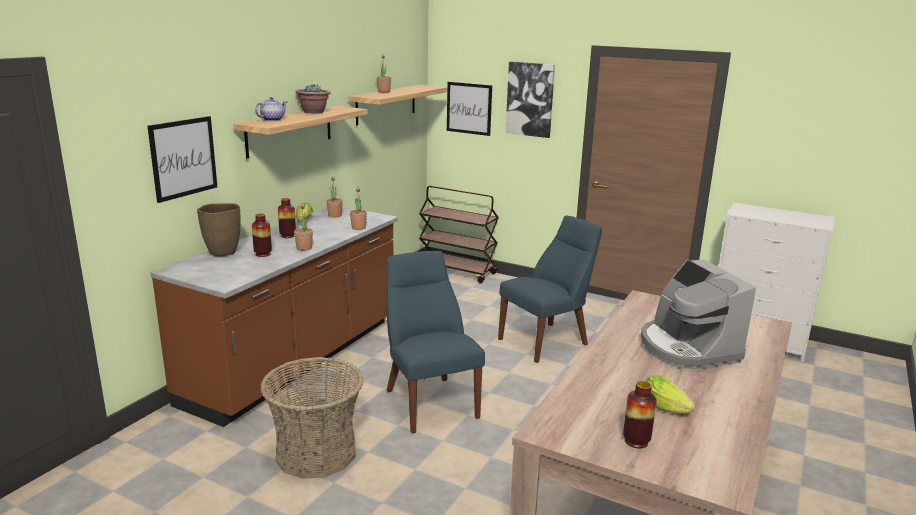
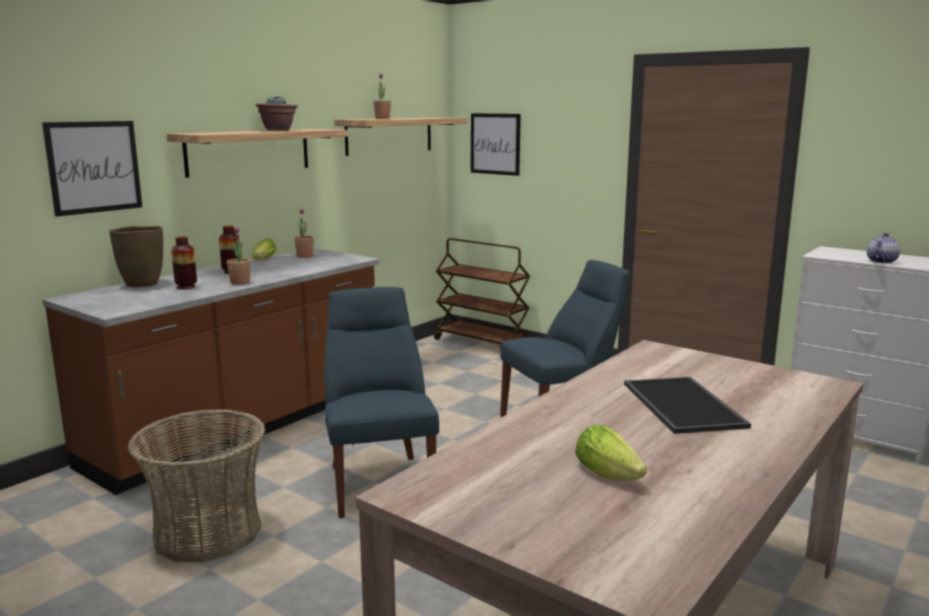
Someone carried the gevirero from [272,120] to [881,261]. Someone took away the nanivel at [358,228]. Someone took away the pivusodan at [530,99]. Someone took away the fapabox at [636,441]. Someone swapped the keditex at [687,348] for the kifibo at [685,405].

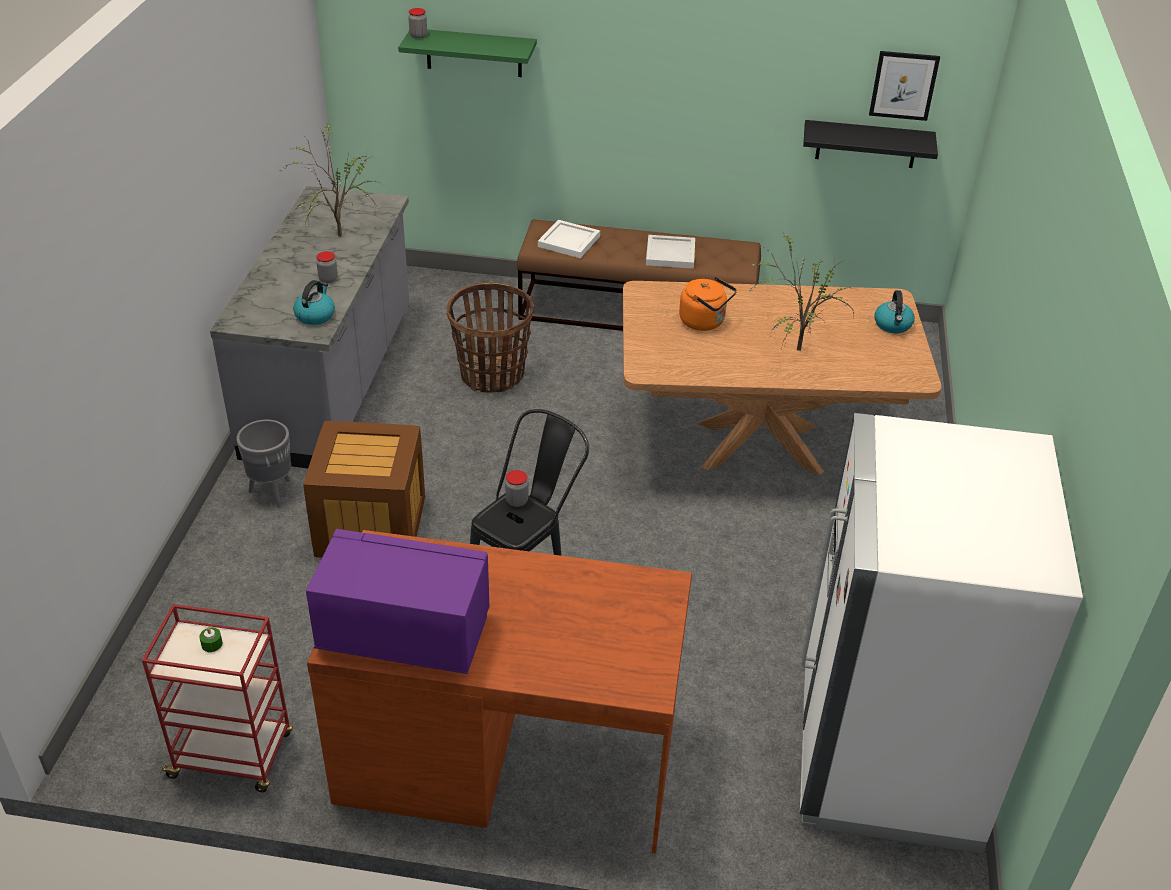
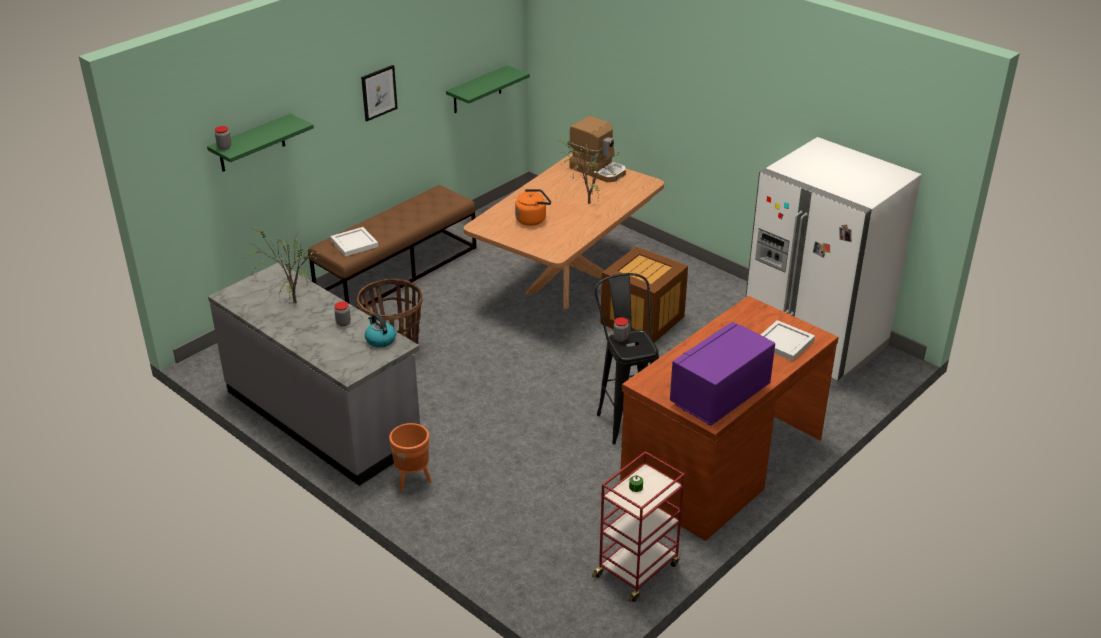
Someone repainted the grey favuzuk at [272,494], which became the orange favuzuk at [413,481]. Someone carried the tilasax from [371,527] to [642,320]. Someone carried the white kifibo from [669,253] to [783,342]. Someone repainted the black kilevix at [866,144], which became the green kilevix at [477,90]. Someone carried the pivusodan from [903,85] to [379,92]. Someone swapped the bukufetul at [893,325] for the keditex at [598,169].

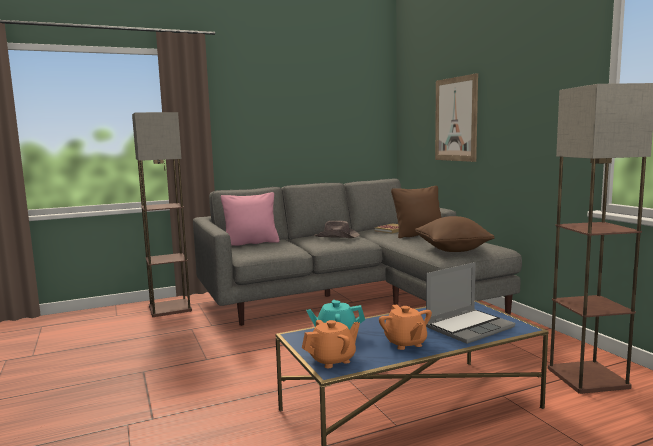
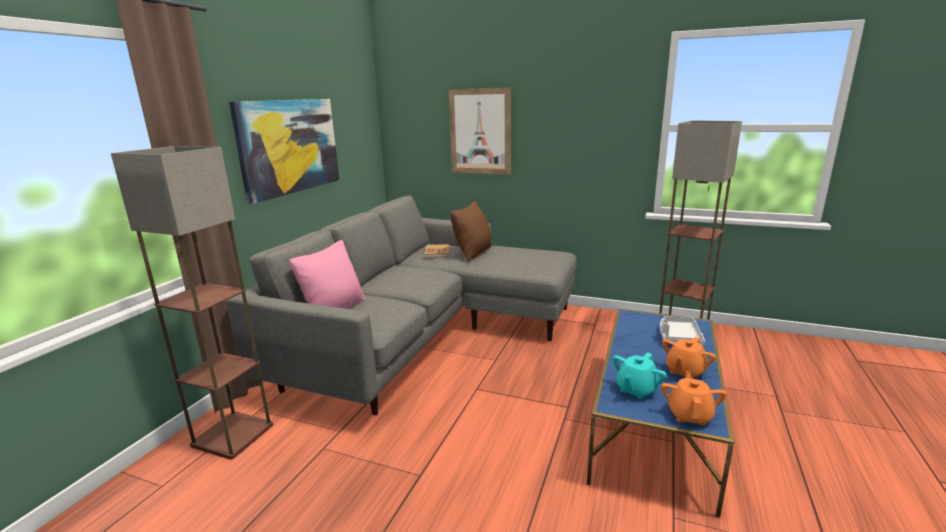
Someone took away the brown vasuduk at [337,236]. Someone rotated the orange gevirero at [405,343] by 105 degrees clockwise. Someone took away the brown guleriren at [452,250]. Someone swapped the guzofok at [469,327] for the grey kifibo at [678,337]. Someone put up the pivusodan at [290,146].

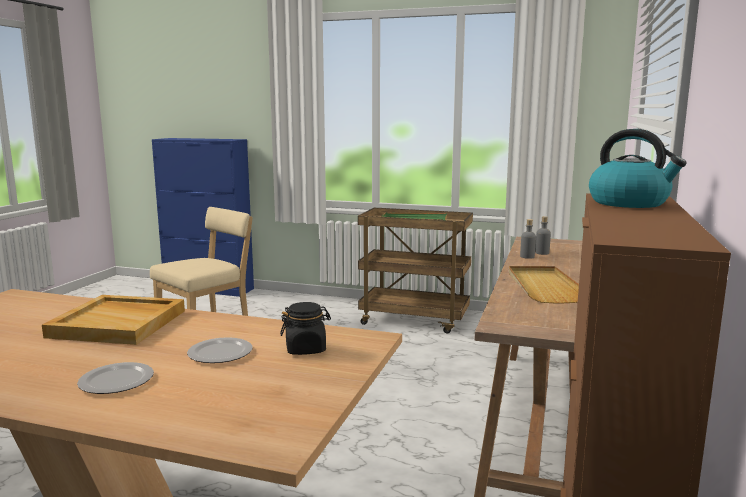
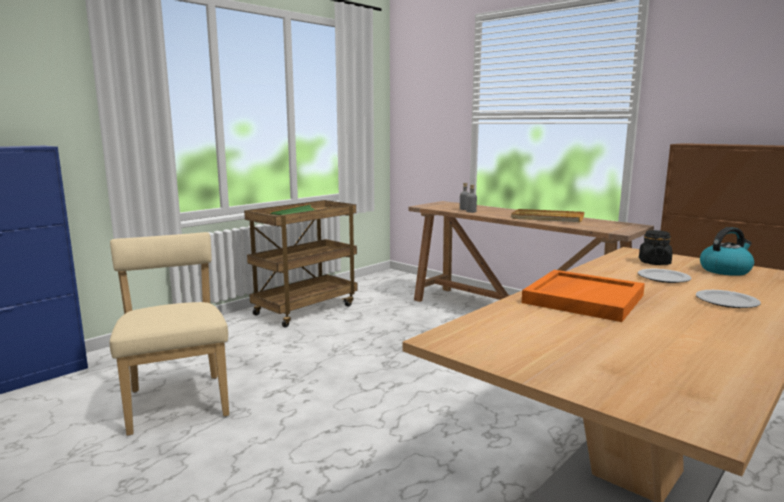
Someone repainted the beige kifibo at [119,323], which became the orange kifibo at [583,298]. Someone carried the bukufetul from [629,203] to [725,270].

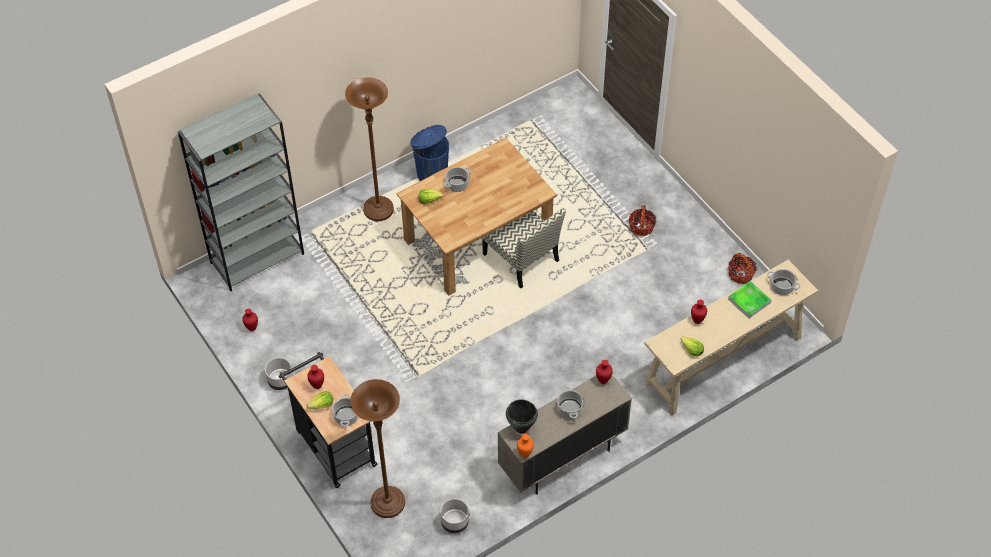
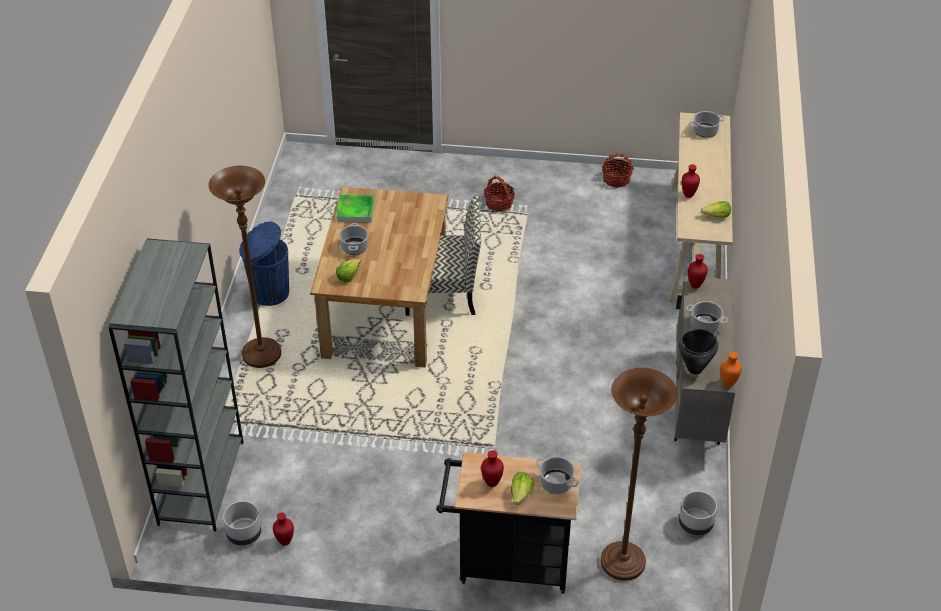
Someone carried the grey favuzuk from [280,381] to [244,535]. Someone carried the kifibo from [749,301] to [355,211].

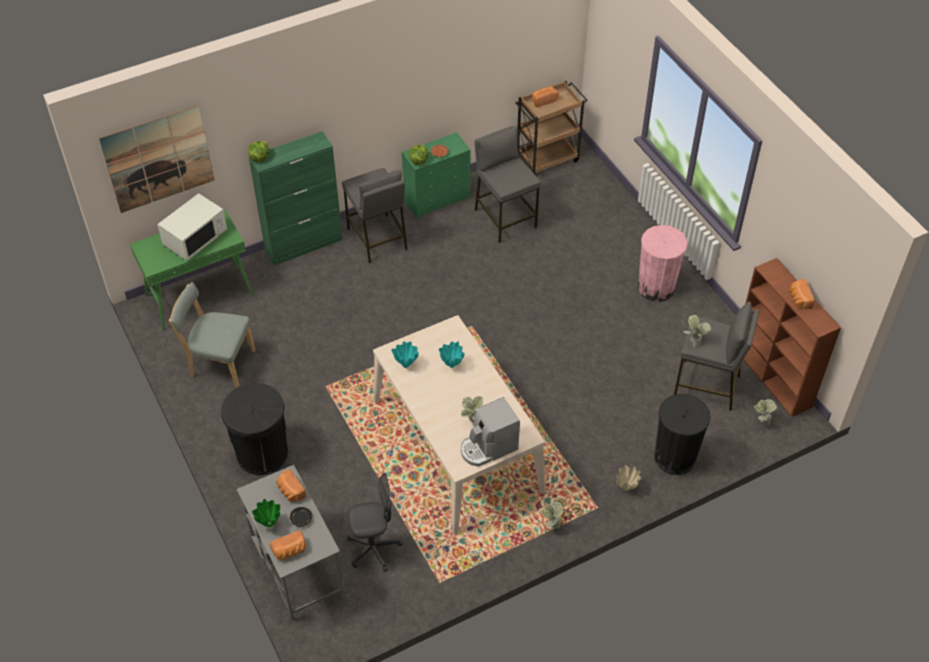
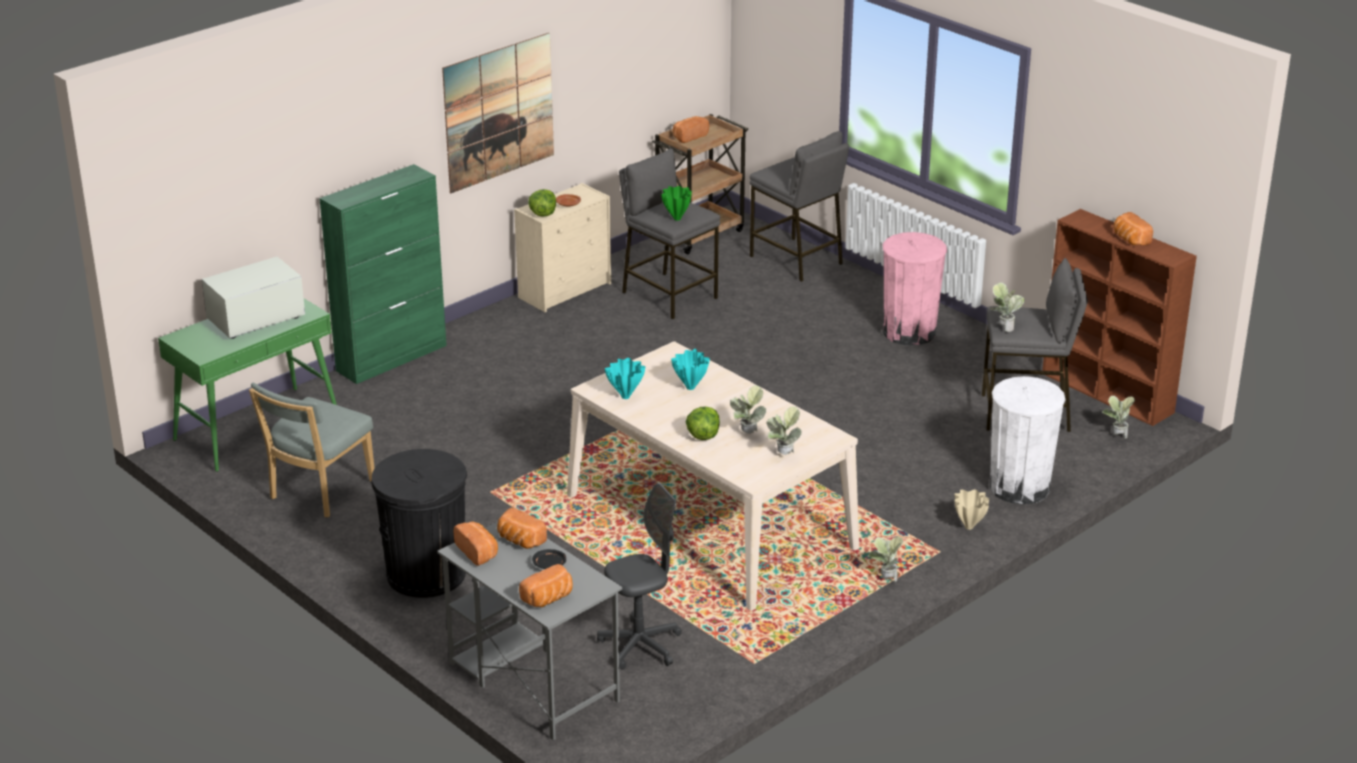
Someone carried the pivusodan from [158,159] to [498,112]. Someone rotated the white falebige at [195,238] by 150 degrees counterclockwise. Someone rotated the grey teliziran at [219,363] by 60 degrees counterclockwise. Someone carried the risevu from [259,157] to [703,435]. Someone carried the green fapabox from [269,524] to [677,218]. Someone carried the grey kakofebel from [377,239] to [796,260]. Someone repainted the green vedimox at [438,200], which became the beige vedimox at [565,290]. Someone swapped the keditex at [488,447] for the nanivel at [782,456]. Someone repainted the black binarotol at [675,458], which became the white binarotol at [1019,487]. Someone put down the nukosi at [478,552].

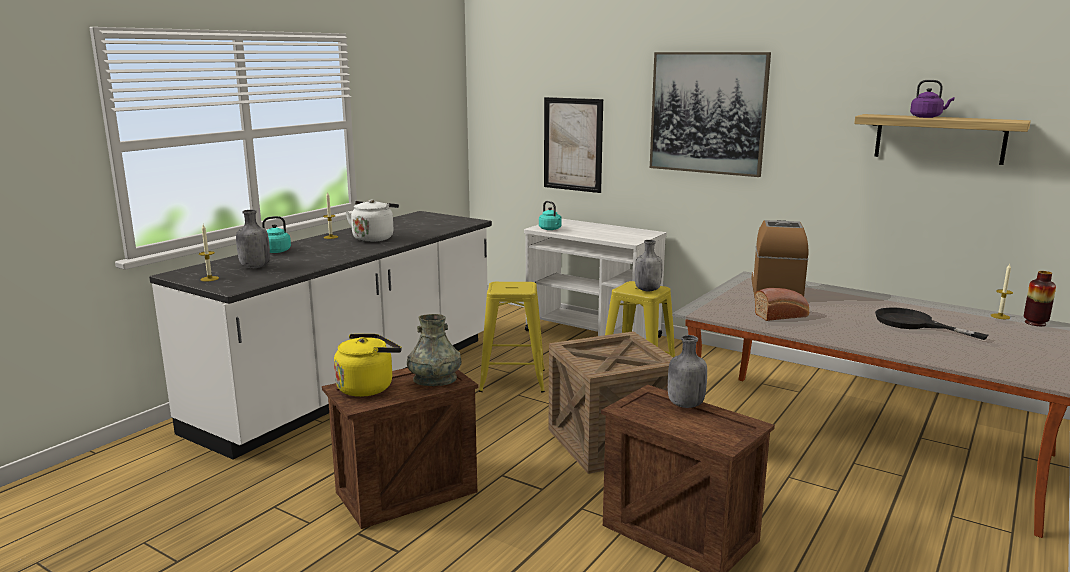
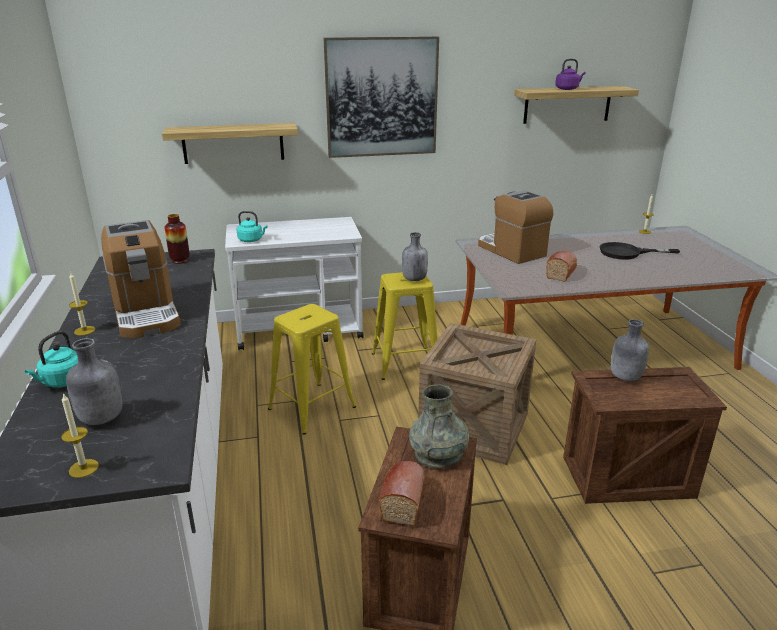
Someone swapped the yellow bukufetul at [368,387] for the nukosi at [404,499]. Someone swapped the white bukufetul at [374,238] for the keditex at [146,313]. Someone swapped the pivusodan at [573,144] for the kilevix at [233,143]. Someone carried the fapabox from [1035,323] to [180,260].

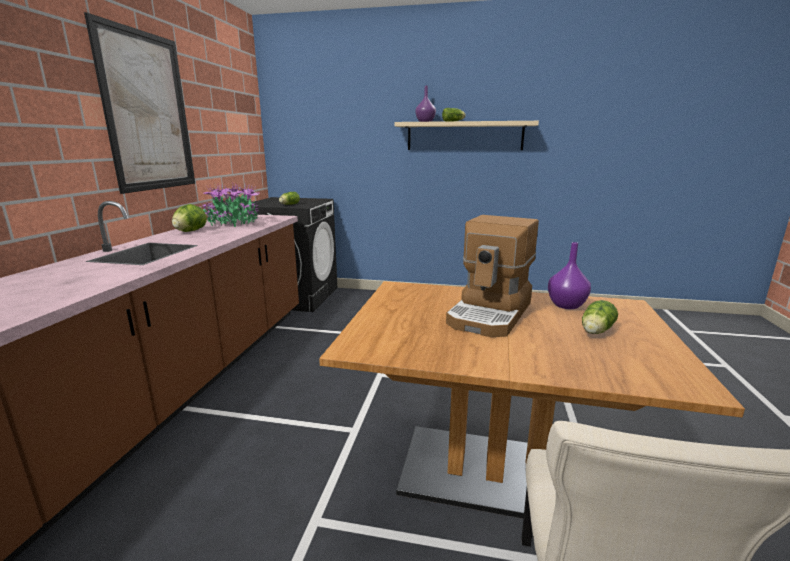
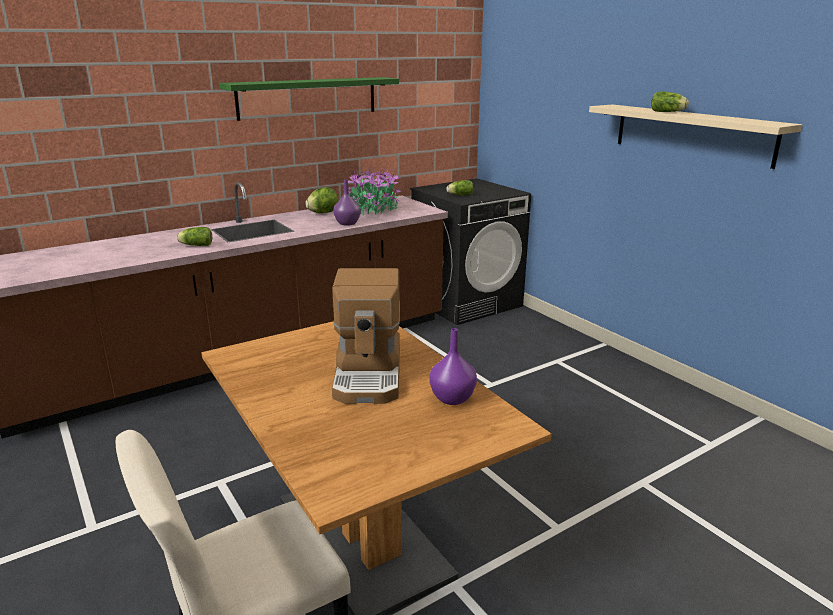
Someone swapped the pivusodan at [148,112] for the green kilevix at [308,98]. Someone carried the purple fapabox from [425,122] to [347,223]. Someone rotated the keditex at [491,314] by 75 degrees counterclockwise. Someone carried the risevu from [595,331] to [195,245].

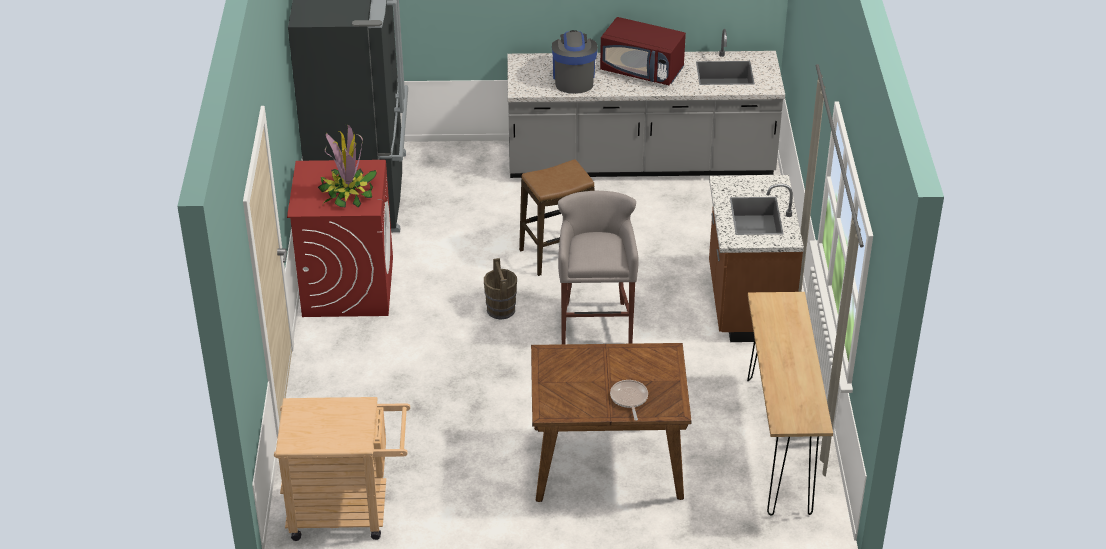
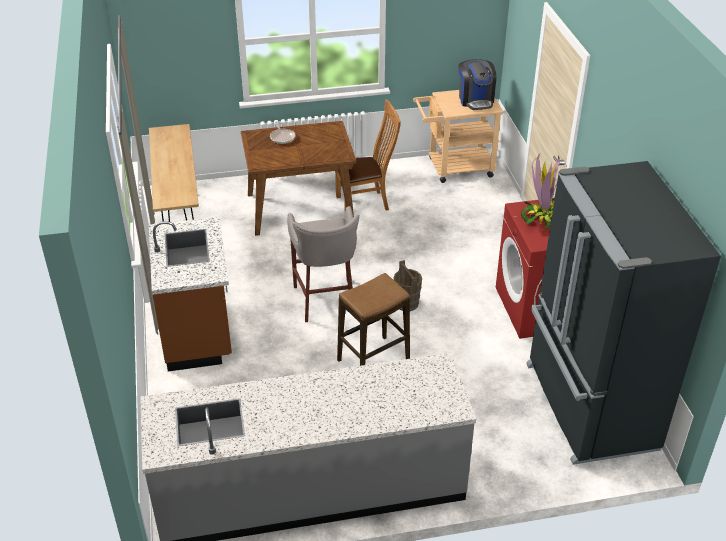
Someone carried the keditex from [573,79] to [475,100]. Someone took away the red falebige at [642,71]. Someone put down the brown teliziran at [366,203].

